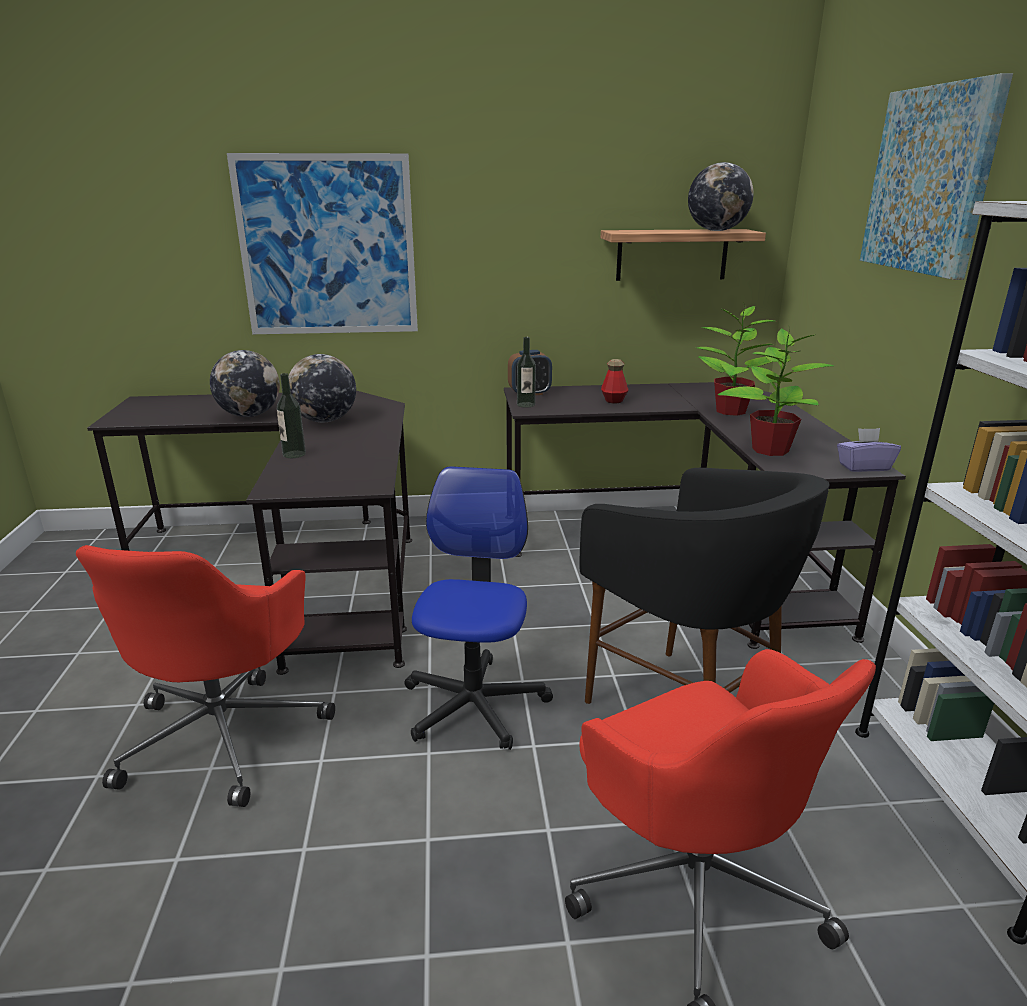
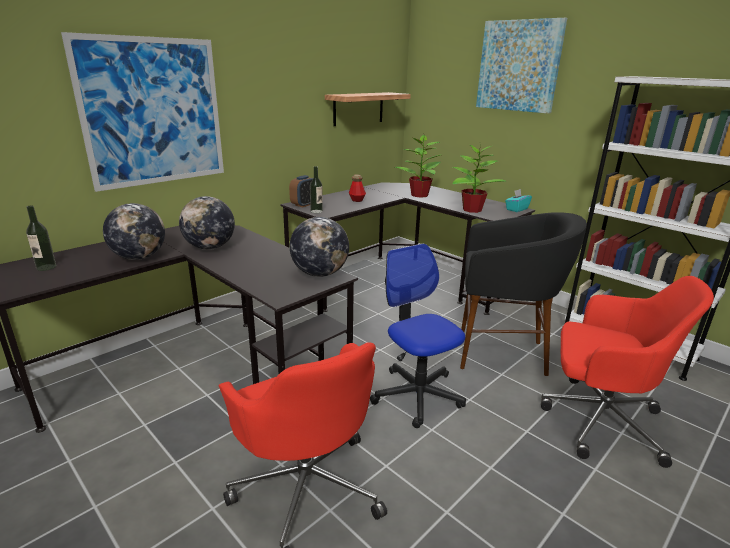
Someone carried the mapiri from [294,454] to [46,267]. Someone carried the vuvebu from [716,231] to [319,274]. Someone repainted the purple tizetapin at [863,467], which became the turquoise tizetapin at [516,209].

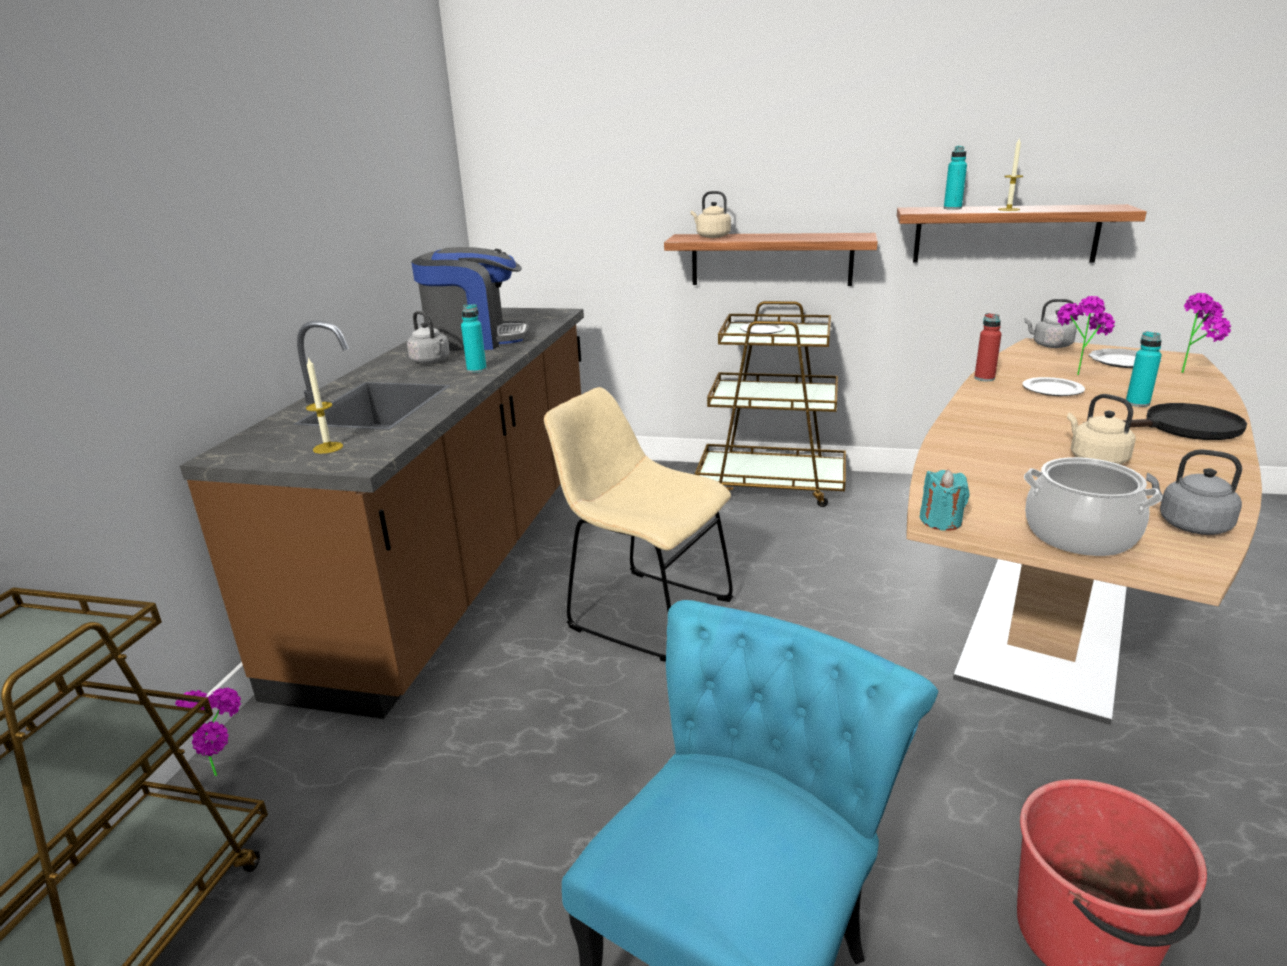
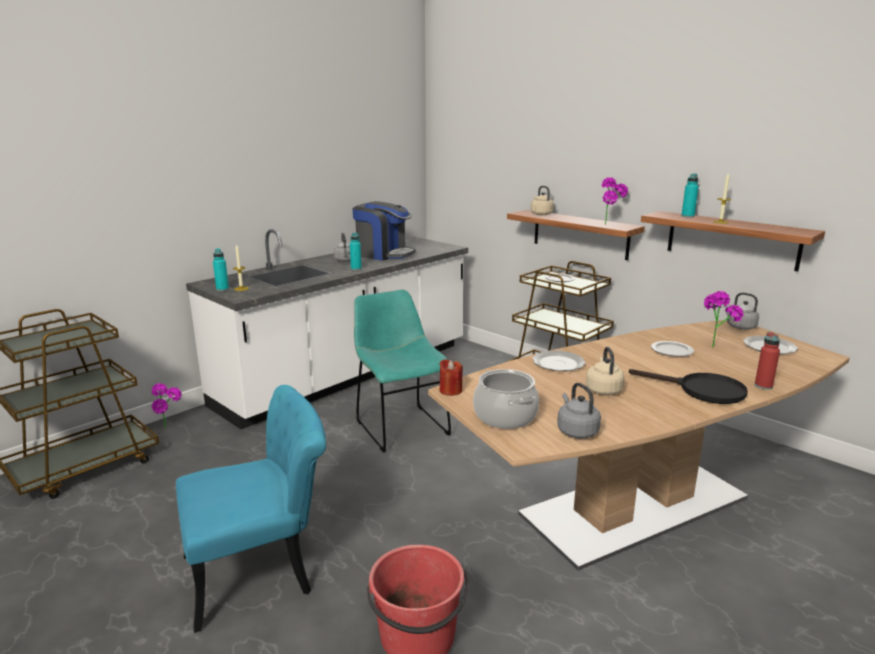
Someone repainted the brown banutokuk at [463,559], which became the white banutokuk at [348,374]. Someone repainted the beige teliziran at [643,612], which became the turquoise teliziran at [400,425]. Someone repainted the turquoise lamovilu at [941,521], which became the red lamovilu at [450,390]. Someone carried the red mapiri from [984,378] to [763,386]. Someone carried the turquoise mapiri from [1137,403] to [222,289]. Someone carried the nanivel from [1193,372] to [610,225]. Someone put down the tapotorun at [559,363].

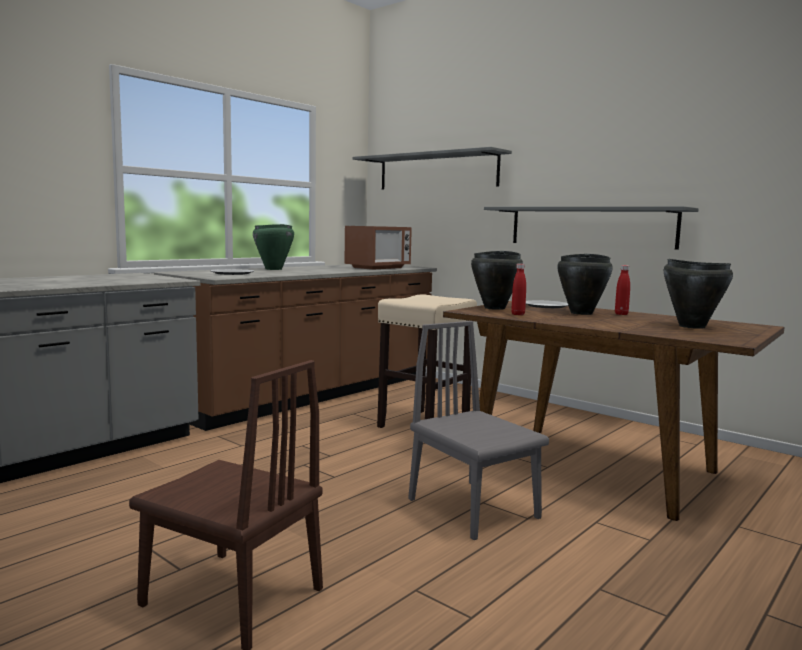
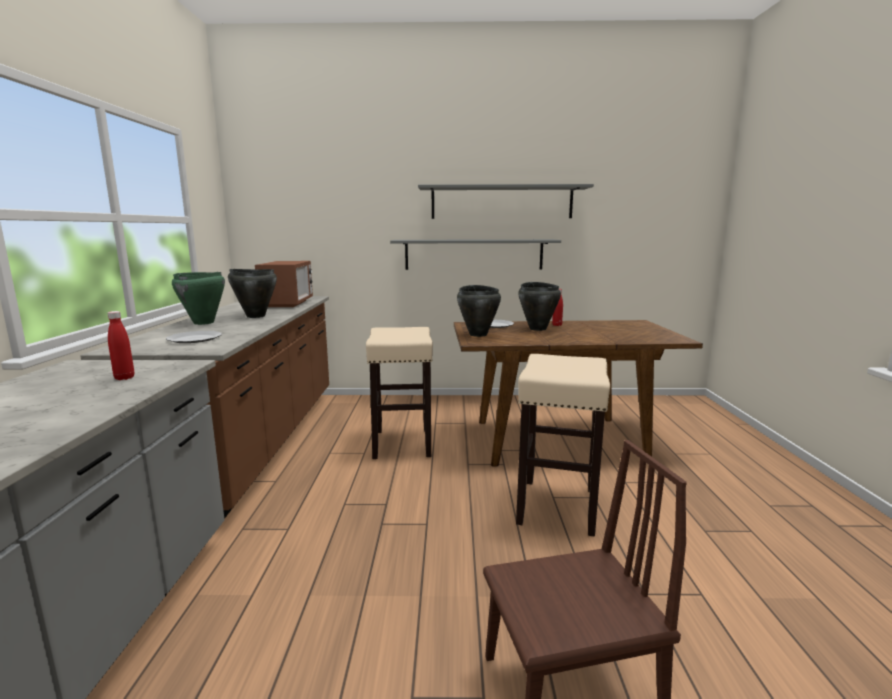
Someone carried the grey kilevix from [437,171] to [501,202]. Someone swapped the grey teliziran at [473,508] for the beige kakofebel at [557,505]. Someone carried the red mapiri from [518,314] to [124,378]. Someone carried the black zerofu from [691,326] to [255,316].

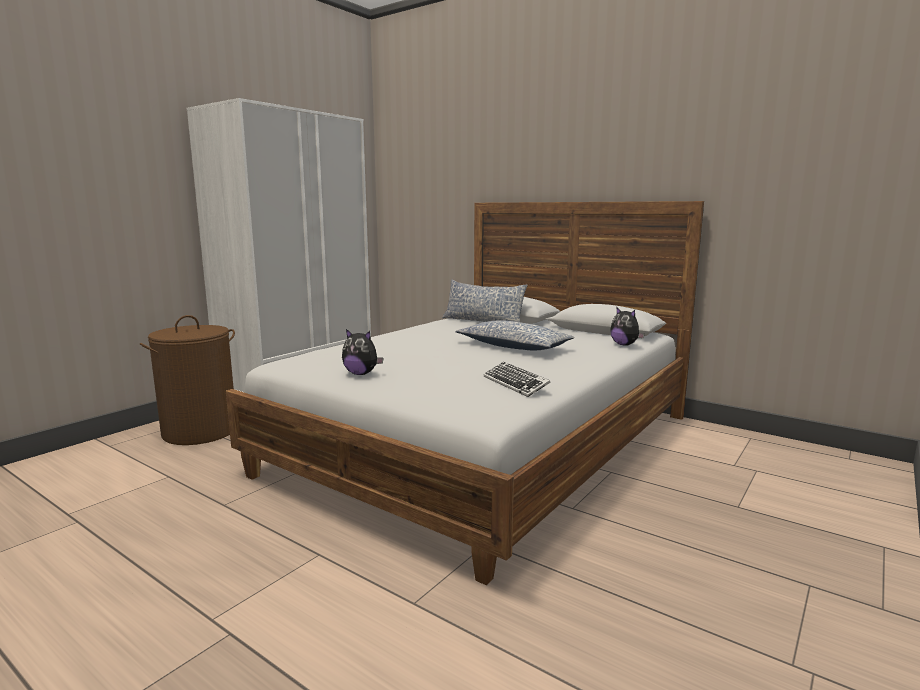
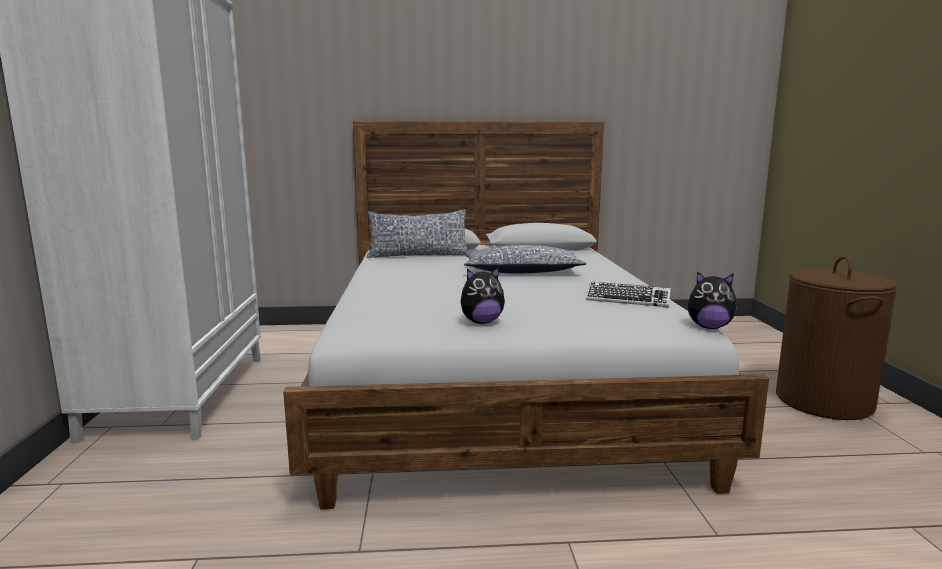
Someone carried the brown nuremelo from [200,431] to [822,401]. Someone carried the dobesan from [625,345] to [709,327].

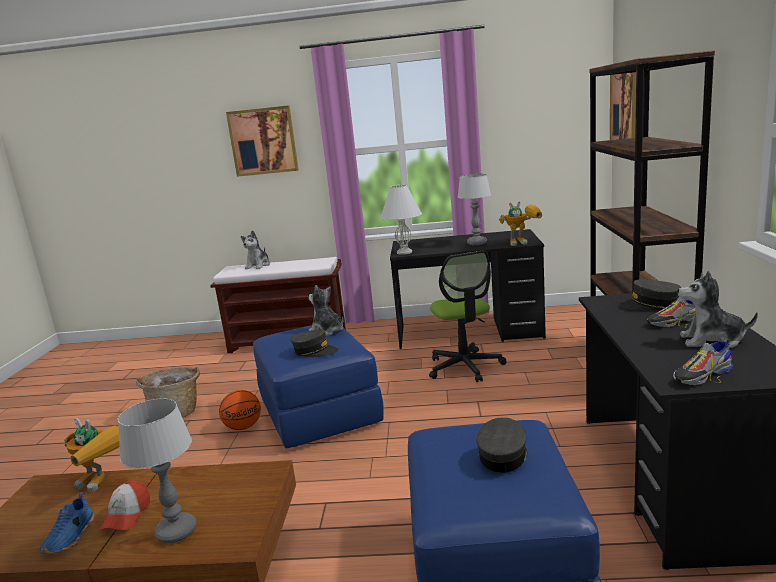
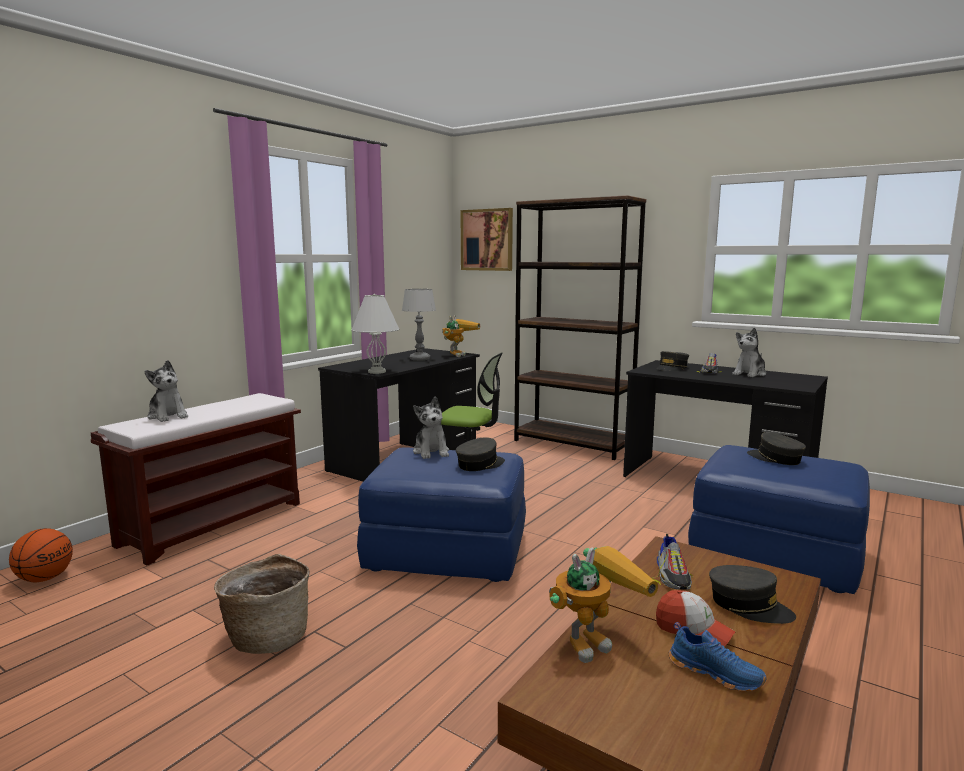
Someone swapped the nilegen at [177,531] for the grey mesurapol at [748,605]. Someone carried the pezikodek from [243,427] to [45,578]. Someone took away the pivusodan at [263,141]. Someone rotated the dobesan at [327,331] by 90 degrees counterclockwise. Someone carried the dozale from [702,375] to [672,575].

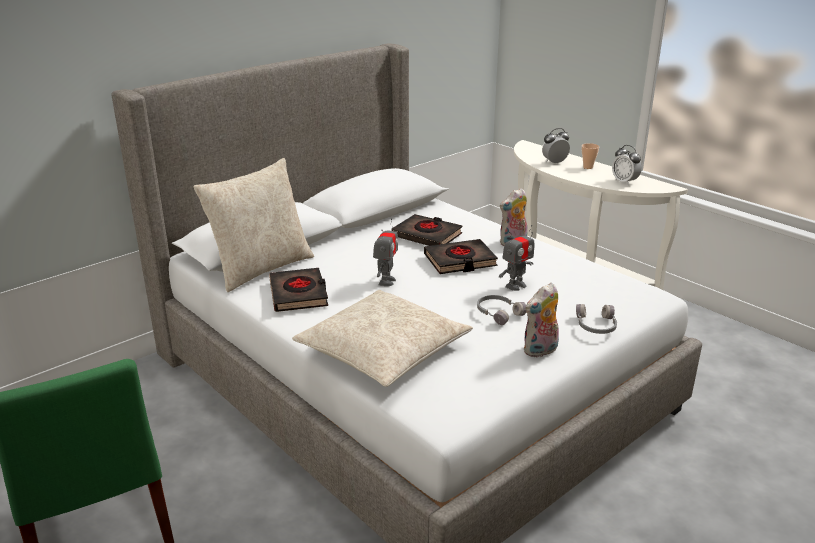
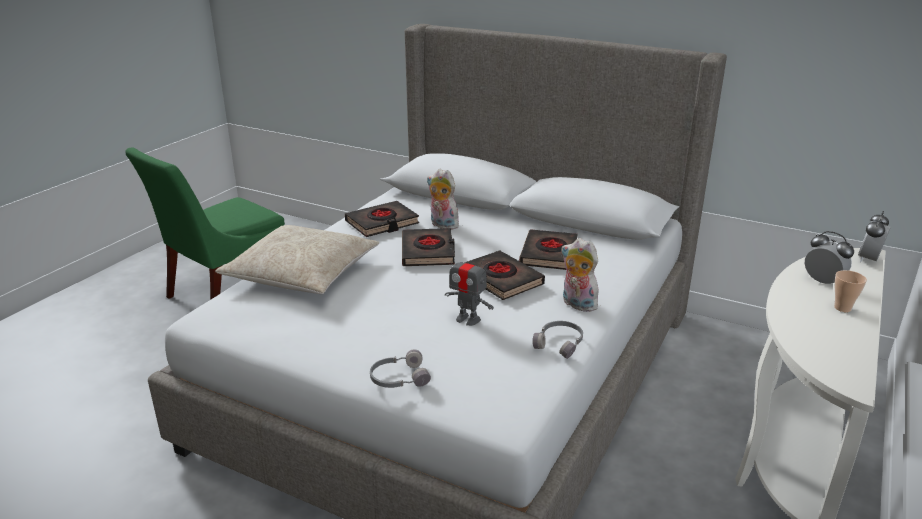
Someone took away the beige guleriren at [261,268]. Someone swapped the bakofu at [386,281] for the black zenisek at [428,252]. Someone carried the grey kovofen from [498,313] to [560,343]. Someone carried the dobesan from [540,351] to [442,225]. Someone carried the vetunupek from [624,182] to [868,259].

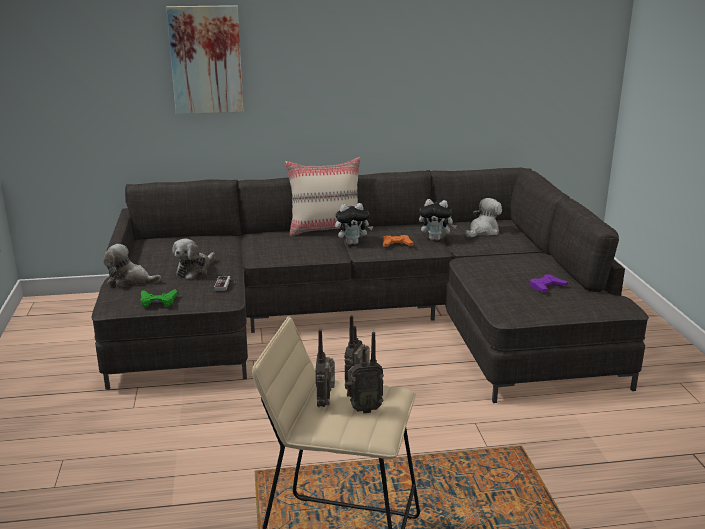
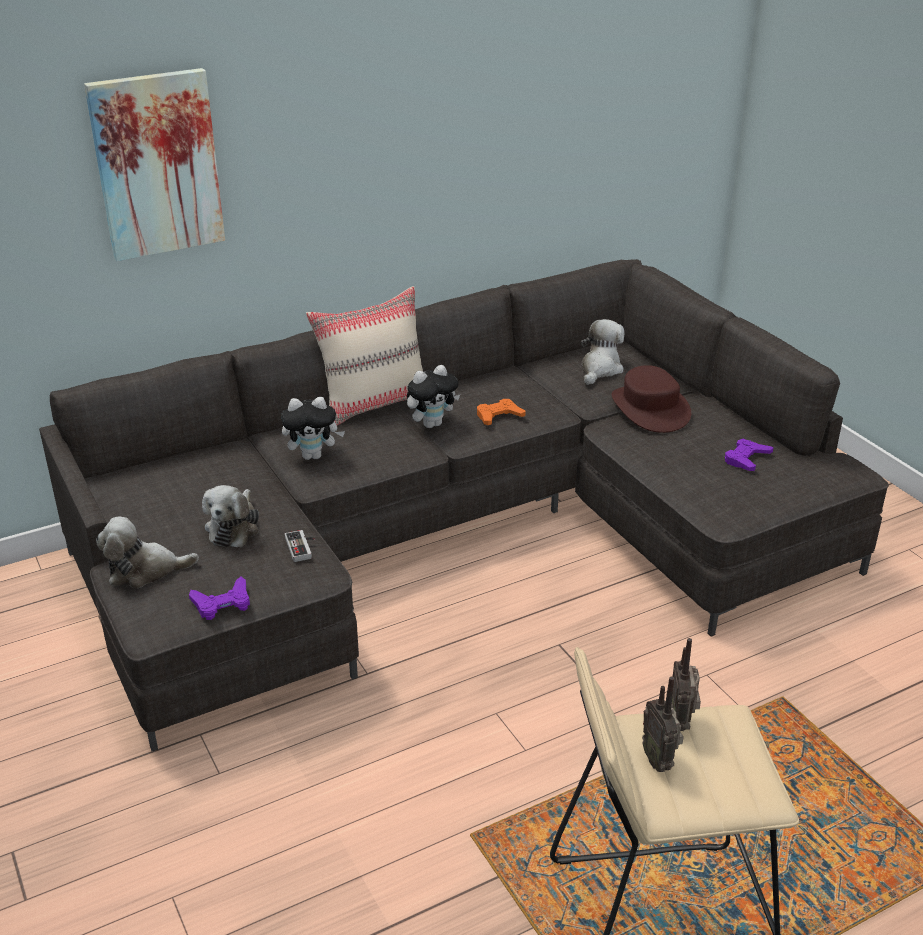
Someone repainted the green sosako at [158,301], which became the purple sosako at [222,604]. Someone took away the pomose at [363,409]. Someone carried the dobesan from [436,239] to [313,456]. Someone put down the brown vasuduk at [649,408].

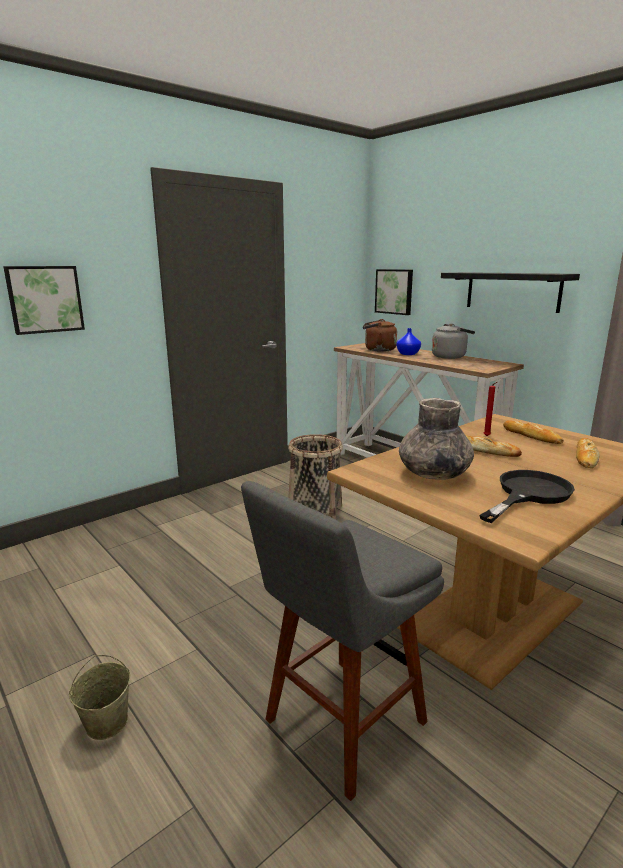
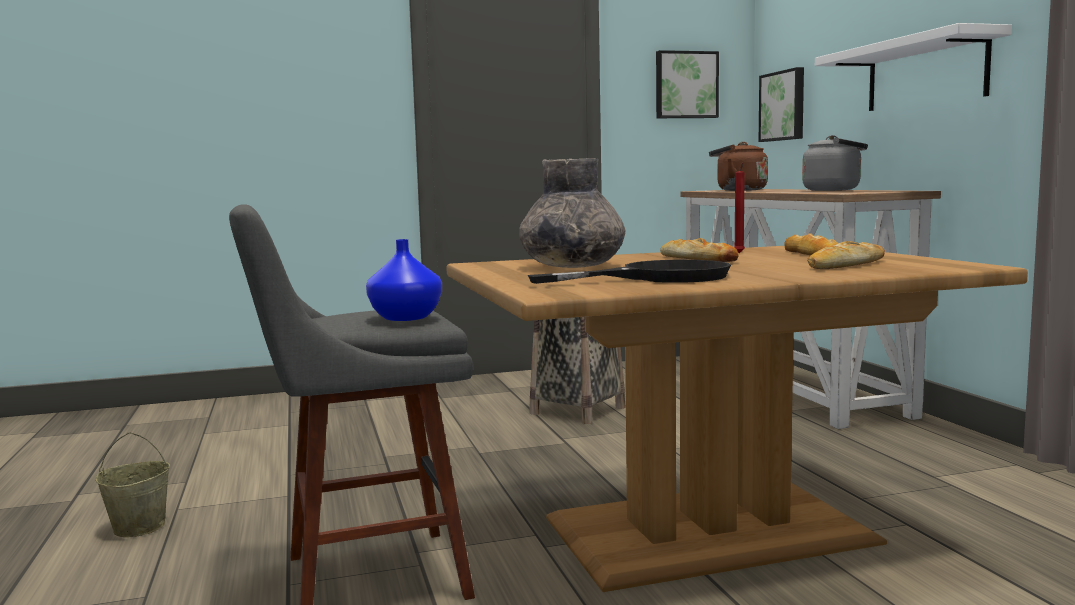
Someone carried the pivusodan from [45,299] to [685,85]. Someone carried the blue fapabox from [408,354] to [407,317]. Someone repainted the black kilevix at [512,291], which became the white kilevix at [925,73].

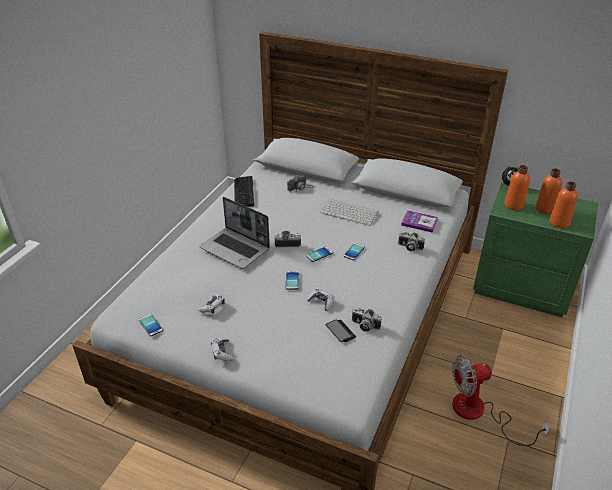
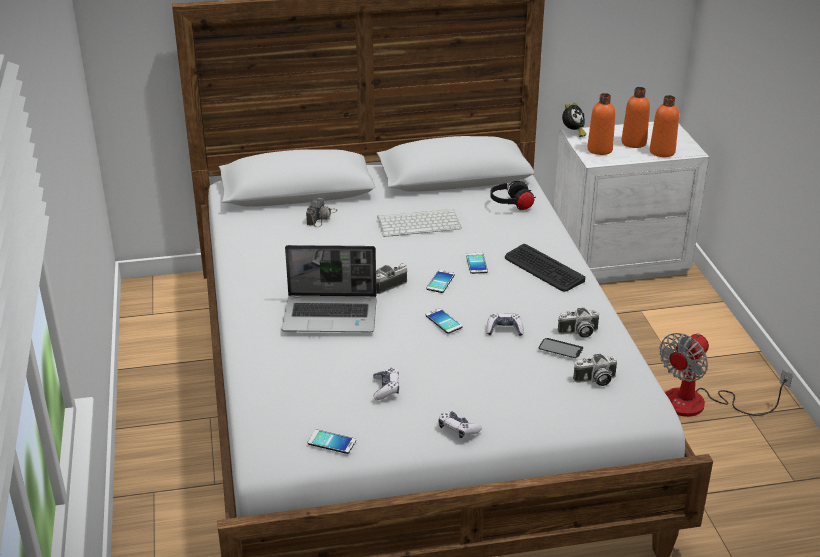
Someone carried the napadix from [243,192] to [543,269]. Someone carried the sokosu from [409,247] to [595,380]. Someone swapped the zenisek at [419,222] for the black kovofen at [511,205]. Someone repainted the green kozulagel at [522,287], which became the white kozulagel at [618,259].

